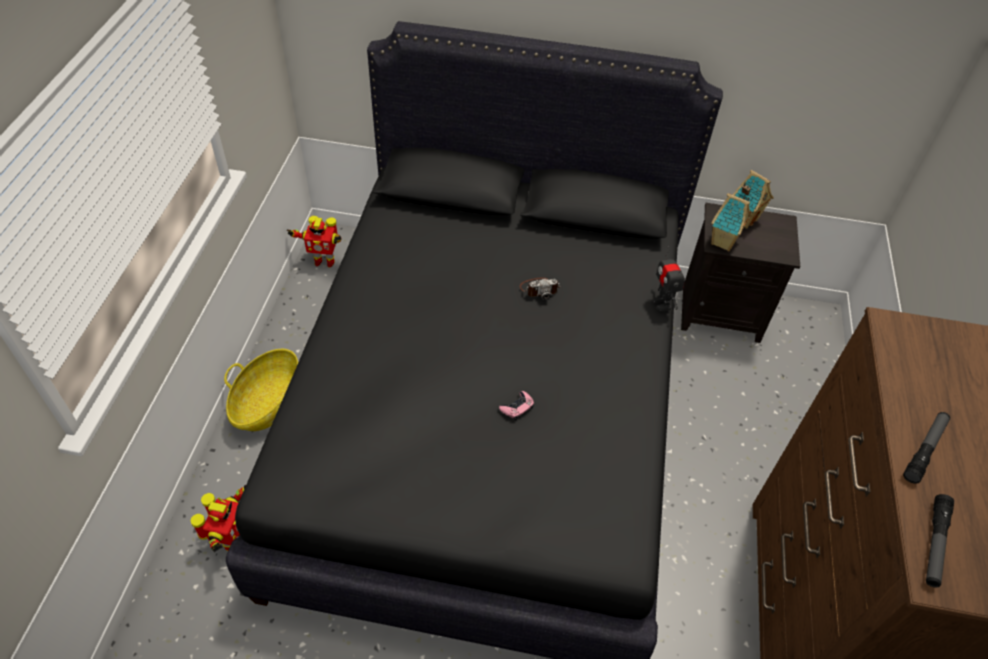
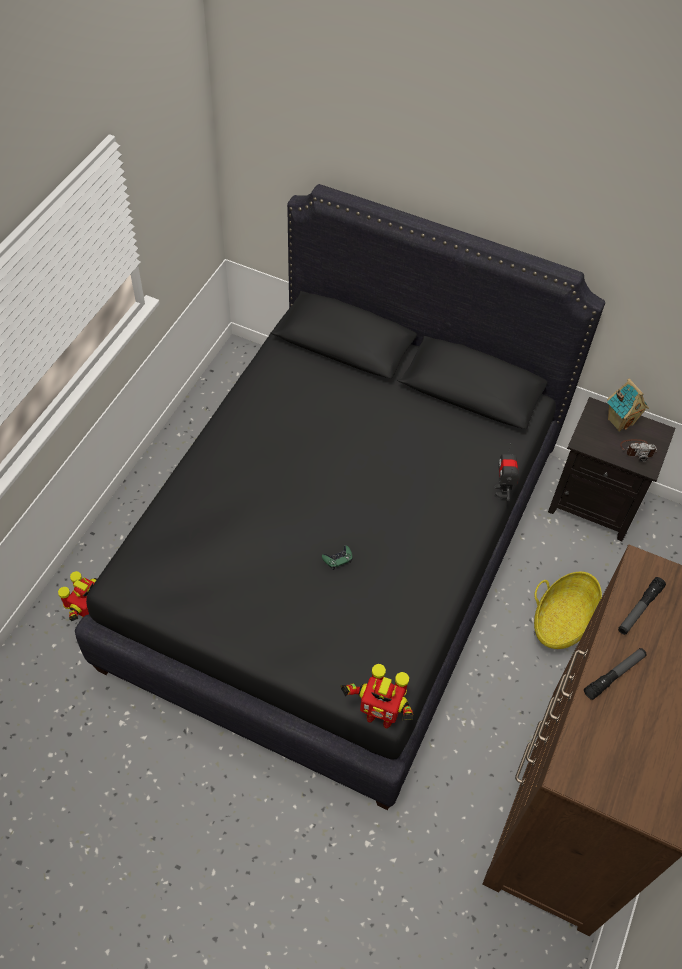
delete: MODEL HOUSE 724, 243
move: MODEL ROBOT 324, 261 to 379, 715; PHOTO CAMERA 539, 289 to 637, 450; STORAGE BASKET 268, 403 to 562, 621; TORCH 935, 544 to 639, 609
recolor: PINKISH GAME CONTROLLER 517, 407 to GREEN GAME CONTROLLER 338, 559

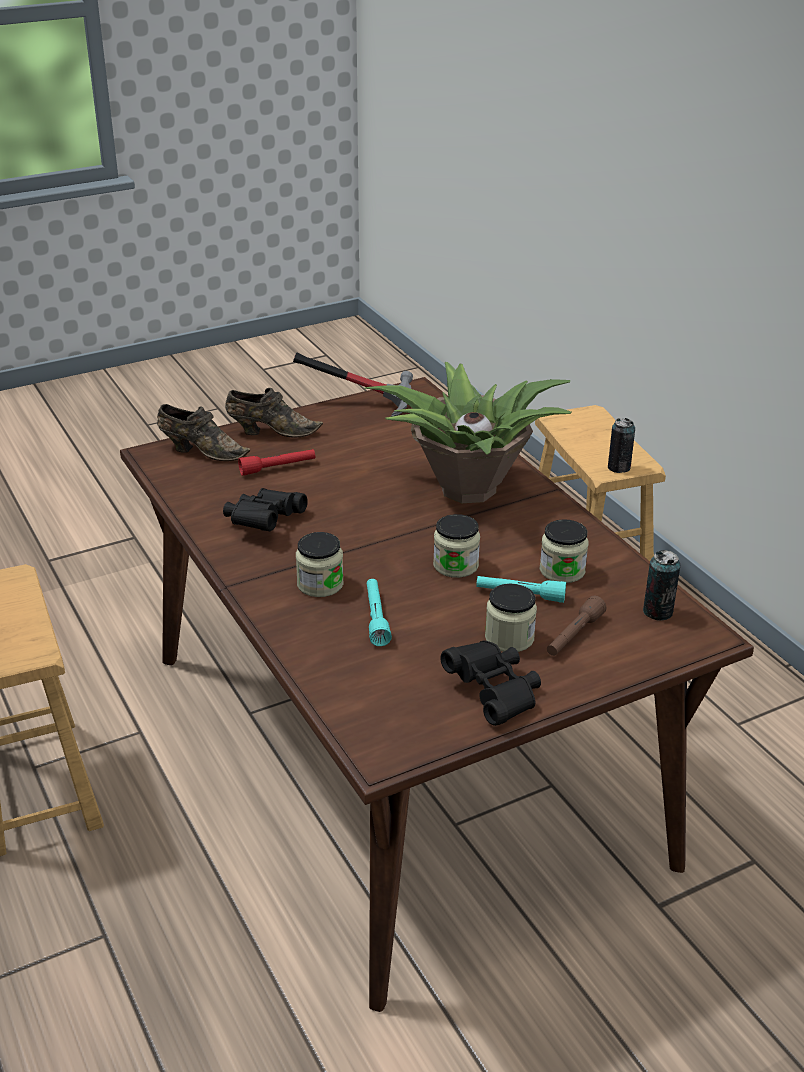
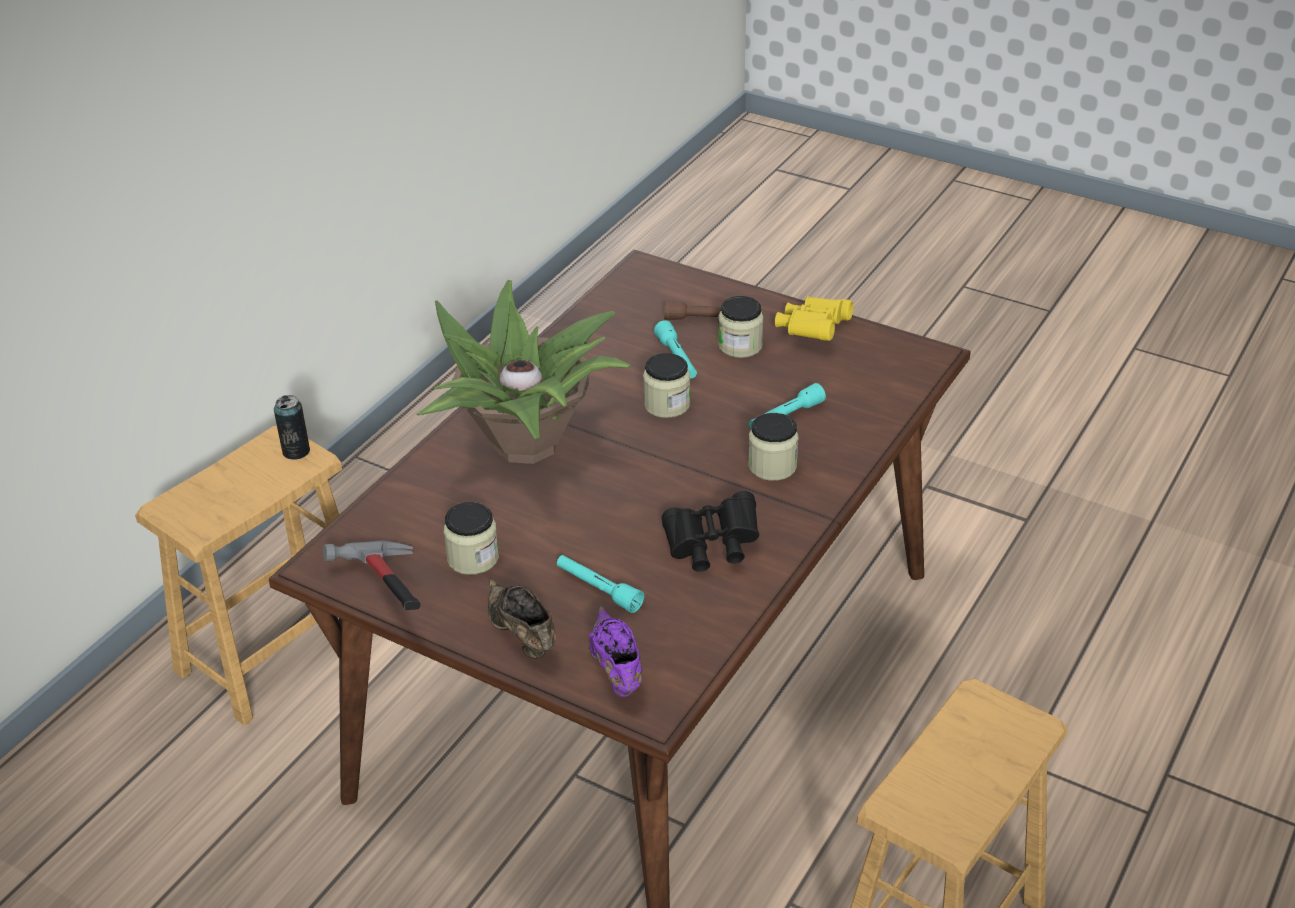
delete: SEALED CAN 657, 612
move: JAR 562, 570 to 473, 558
recolor: BROWNISH SHOE 201, 451 to PURPLISH SHOE 615, 670; RED TORCH 277, 468 to BLUE-GREEN TORCH 598, 589; BLACK-COLOURED FIELD GLASSES 494, 694 to YELLOWISH FIELD GLASSES 812, 331

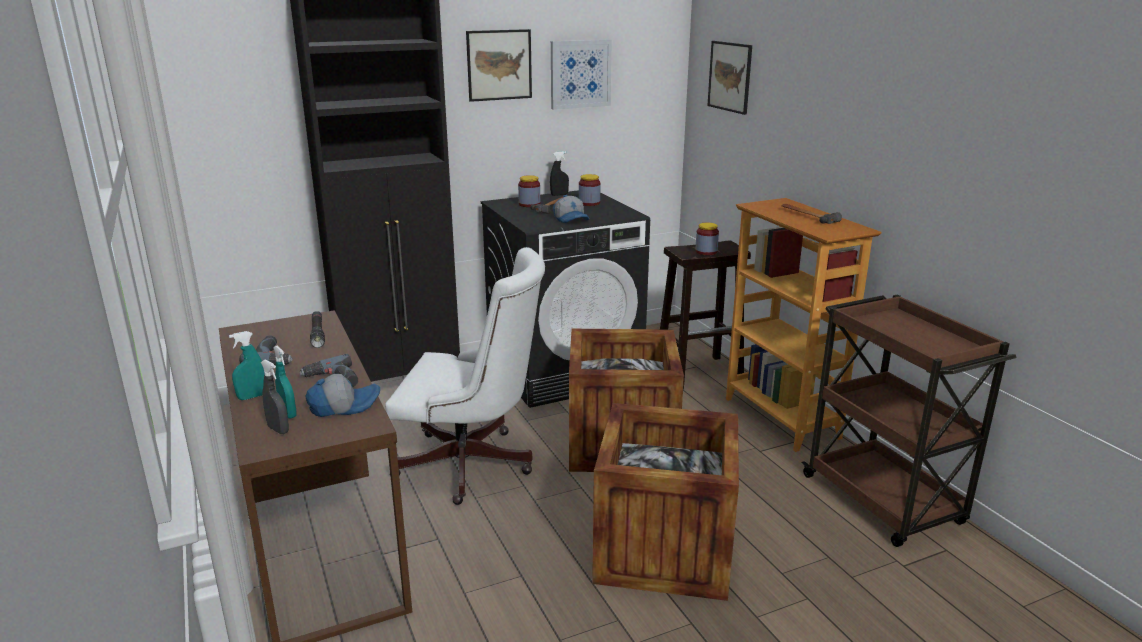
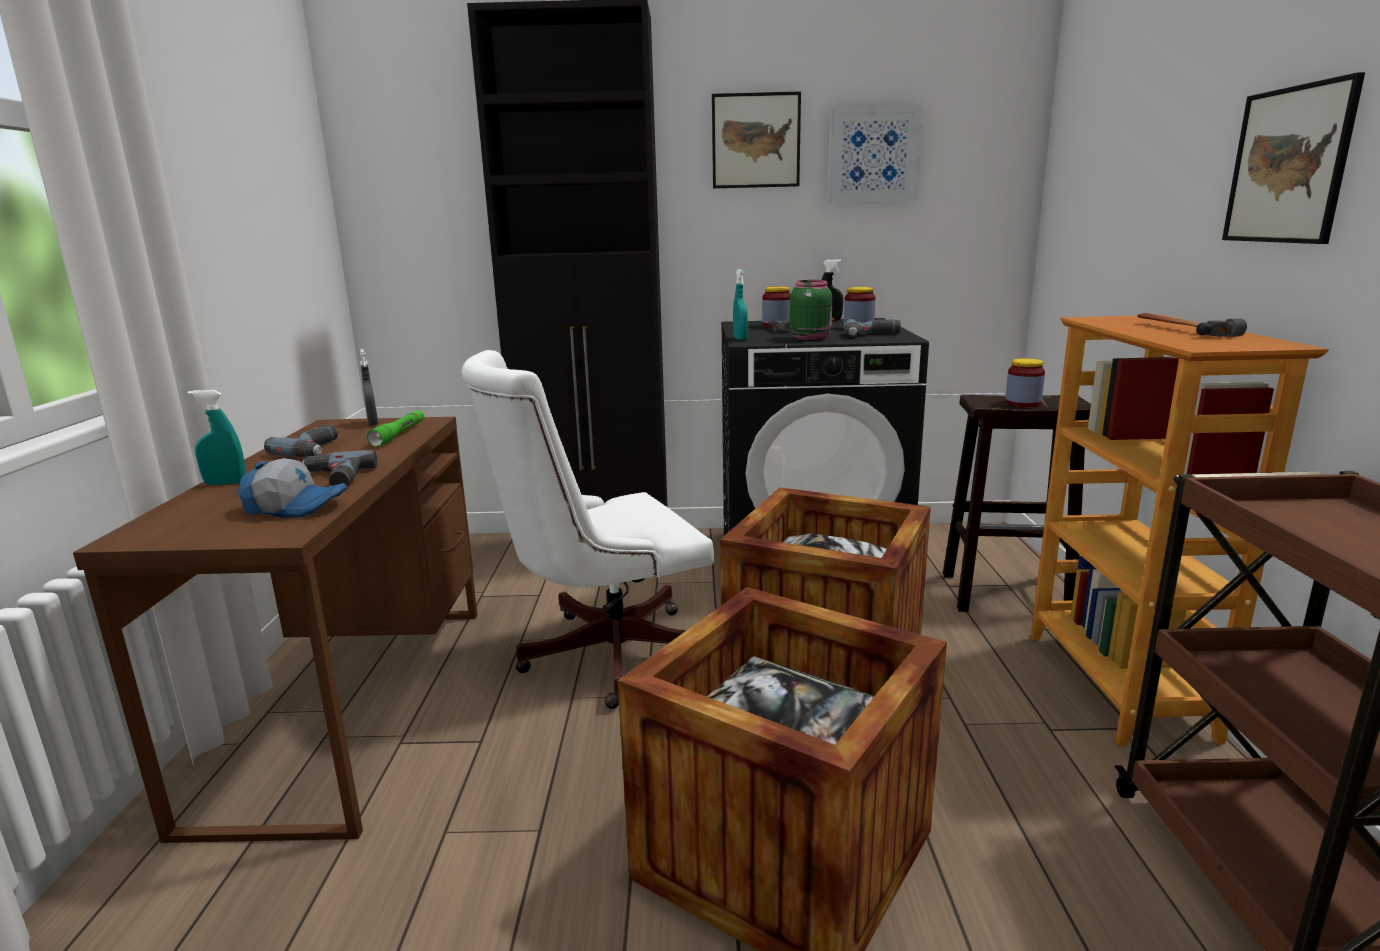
insert: ELECTRIC DRILL 871, 335
move: WALL PICTURE 730, 76 to 1288, 165; BLUE-GREEN SPRAYER 288, 414 to 740, 339; GREY SPRAYER 278, 430 to 373, 423
replace: CAP 571, 219 to GREEN JAR 810, 338
recolor: BLACK-COLOURED TORCH 318, 334 to GREEN TORCH 399, 435
rotate: WHITISH DESK CHAIR 472, 466 = 602, 655 120 degrees clockwise

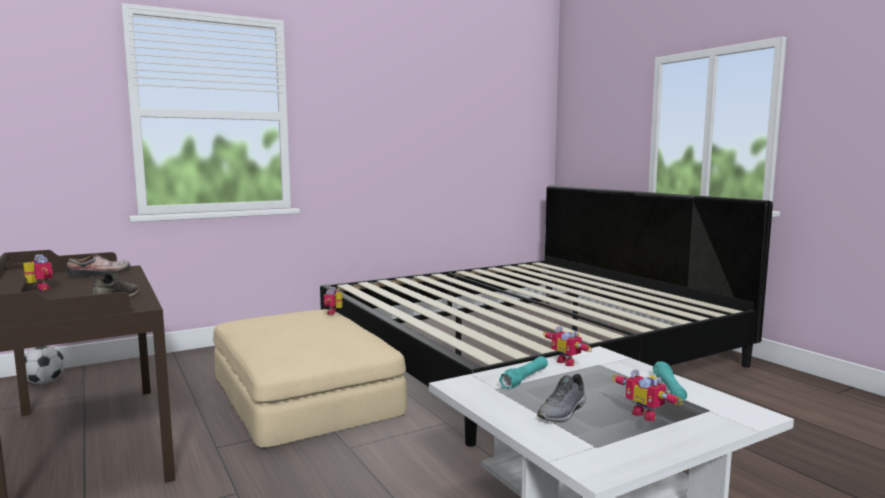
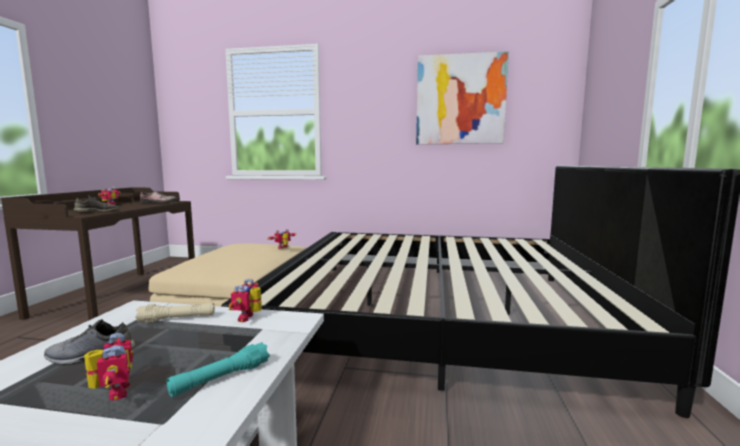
delete: BALL FOR FOOTBALL 44, 383
insert: WALL PICTURE 460, 100
recolor: BLUE-GREEN TORCH 524, 379 to SAND-COLOURED TORCH 177, 319
rotate: MODEL ROBOT 647, 414 = 112, 393 150 degrees clockwise

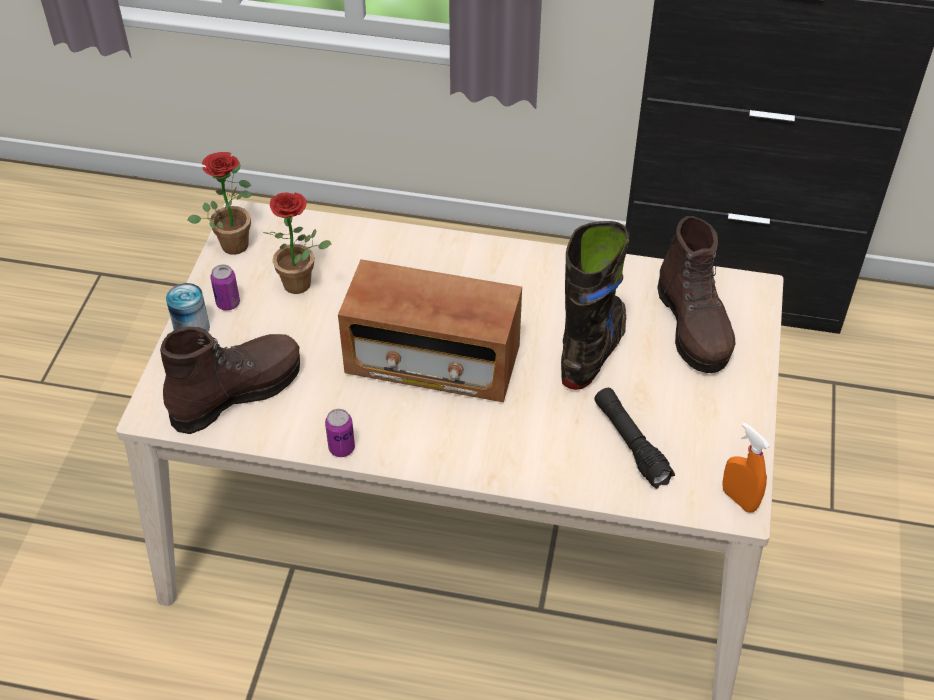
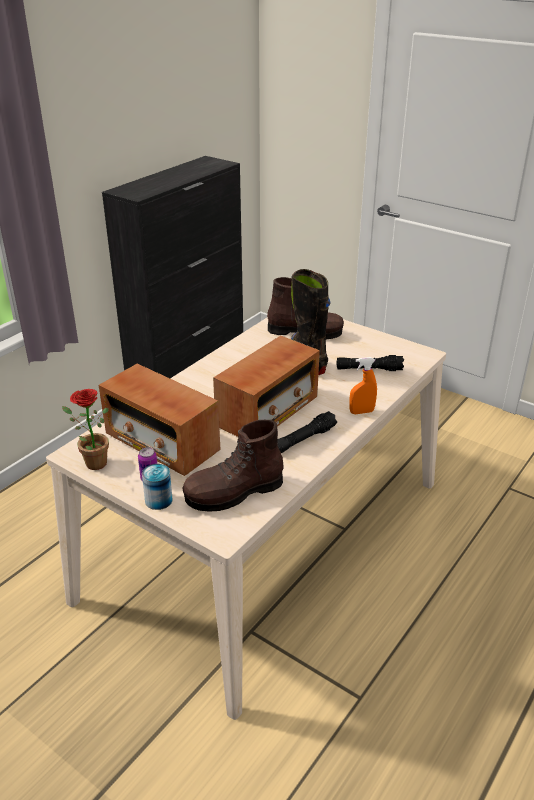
delete: SEALED CAN 341, 448
insert: BLACK-COLOURED TORCH 304, 440
move: ORANGE-COLOURED SPRAYER 739, 499 to 361, 412
replace: POTTED PLANT 303, 284 to RADIO 162, 443
rotate: BROWNISH BOOT 236, 392 = 234, 493 105 degrees counterclockwise

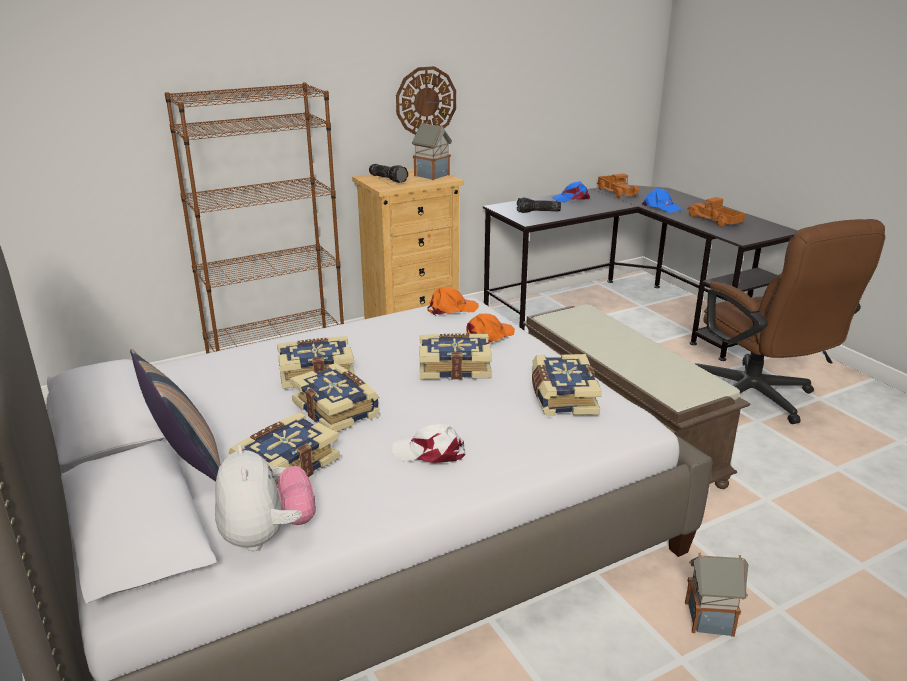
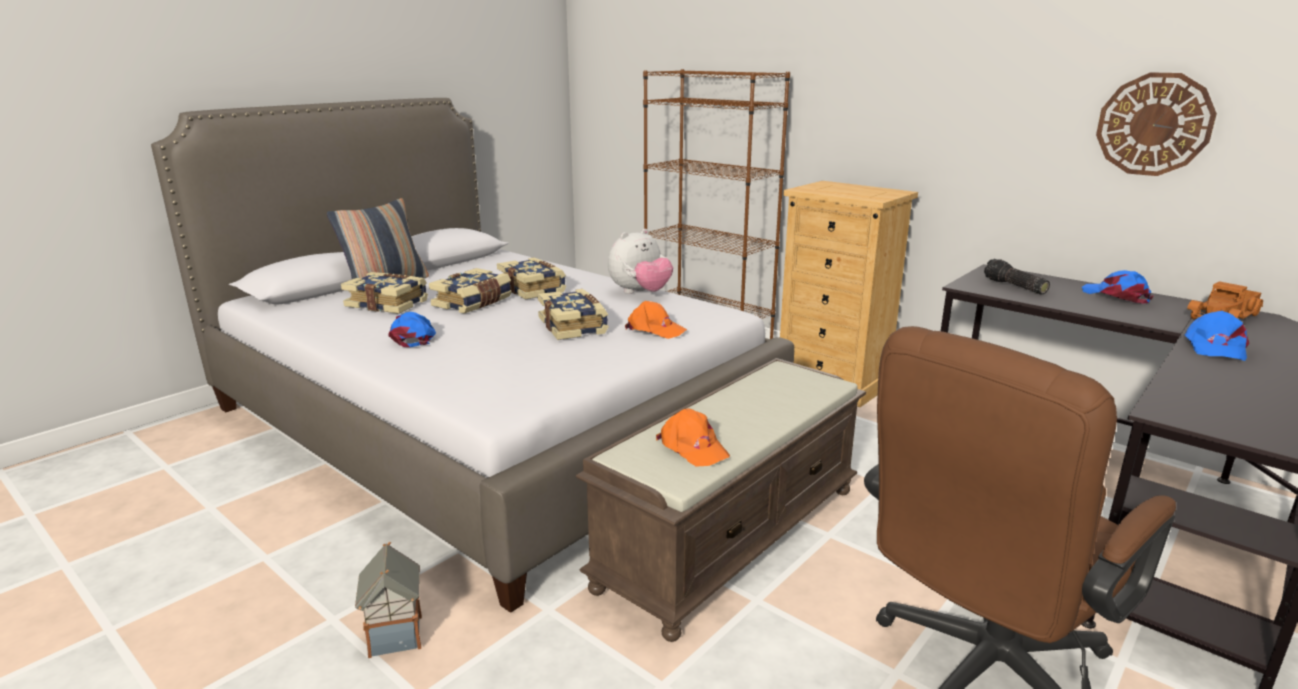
delete: MODEL HOUSE 432, 175; TORCH 388, 179; TOY LORRY 714, 220; VOLUME 562, 397
move: HANGING CLOCK 426, 101 to 1154, 124; ORANGE-COLOURED CAP 451, 309 to 692, 448; SOFT TOY 267, 535 to 640, 293
recolor: WHITISH CAP 430, 452 to BLUE-COLOURED CAP 414, 337

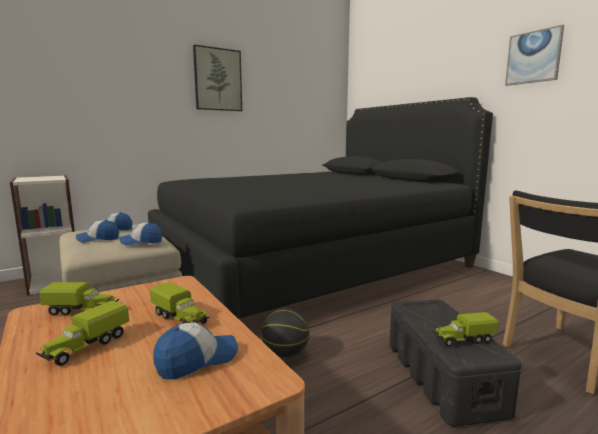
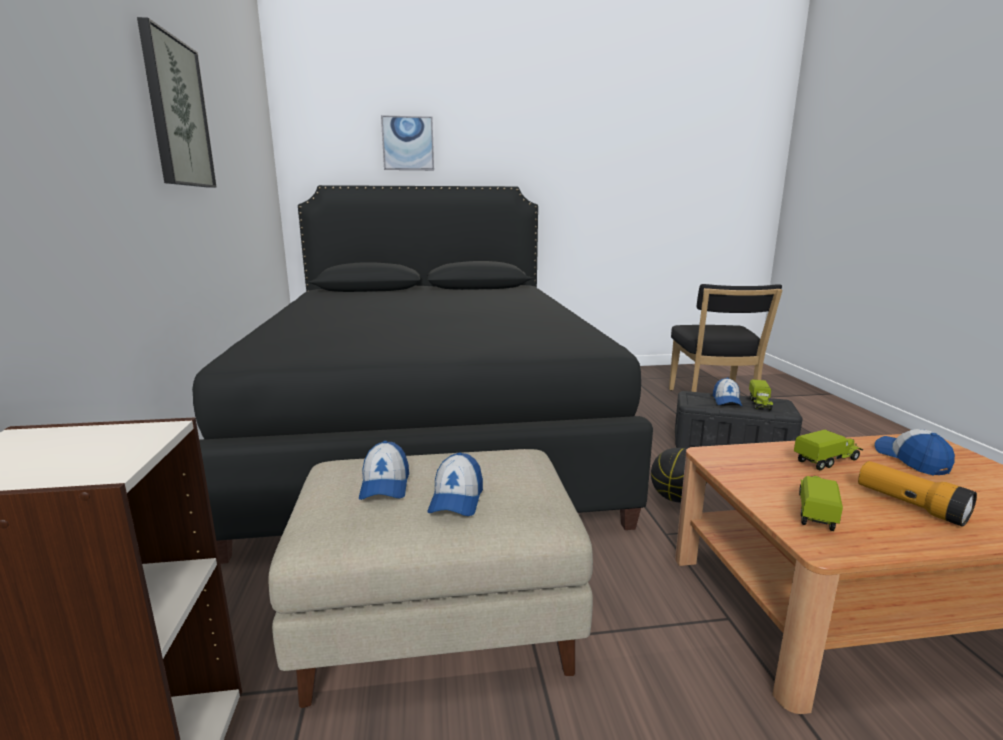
move: WALL PICTURE 533, 57 to 408, 143; CAP 142, 242 to 726, 401
replace: TOY LORRY 86, 347 to TORCH 910, 505

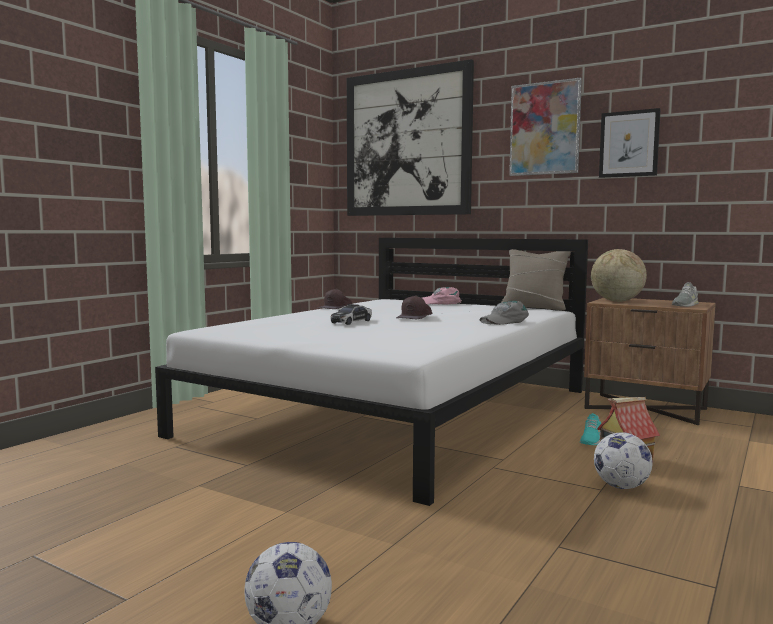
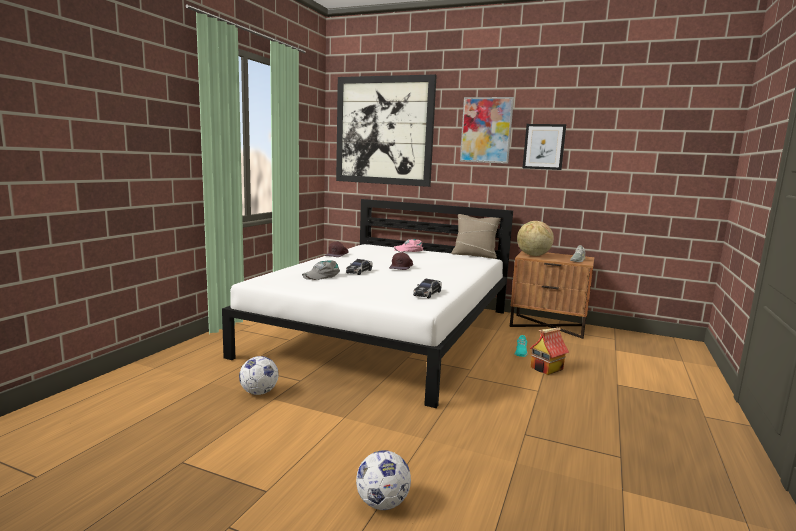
insert: MINIATURE CAR 427, 293
move: GREY CAP 504, 321 to 321, 275; BALL FOR FOOTBALL 621, 486 to 259, 392

